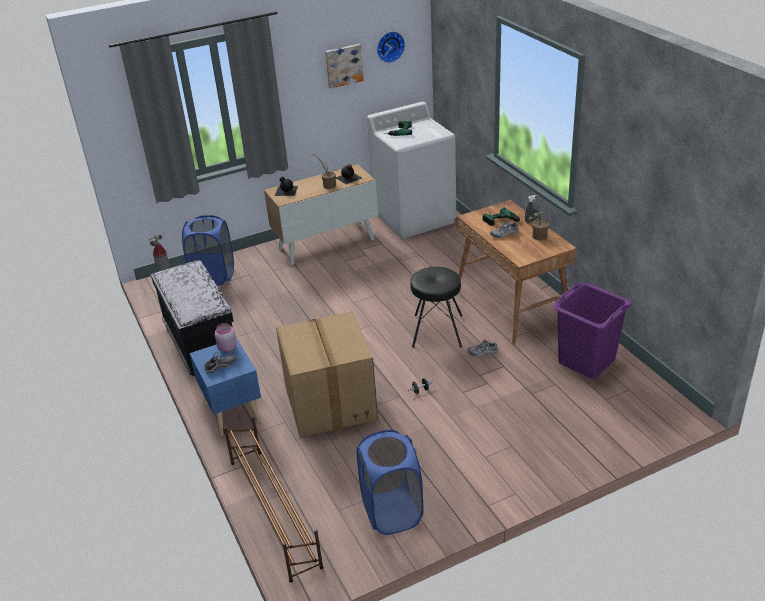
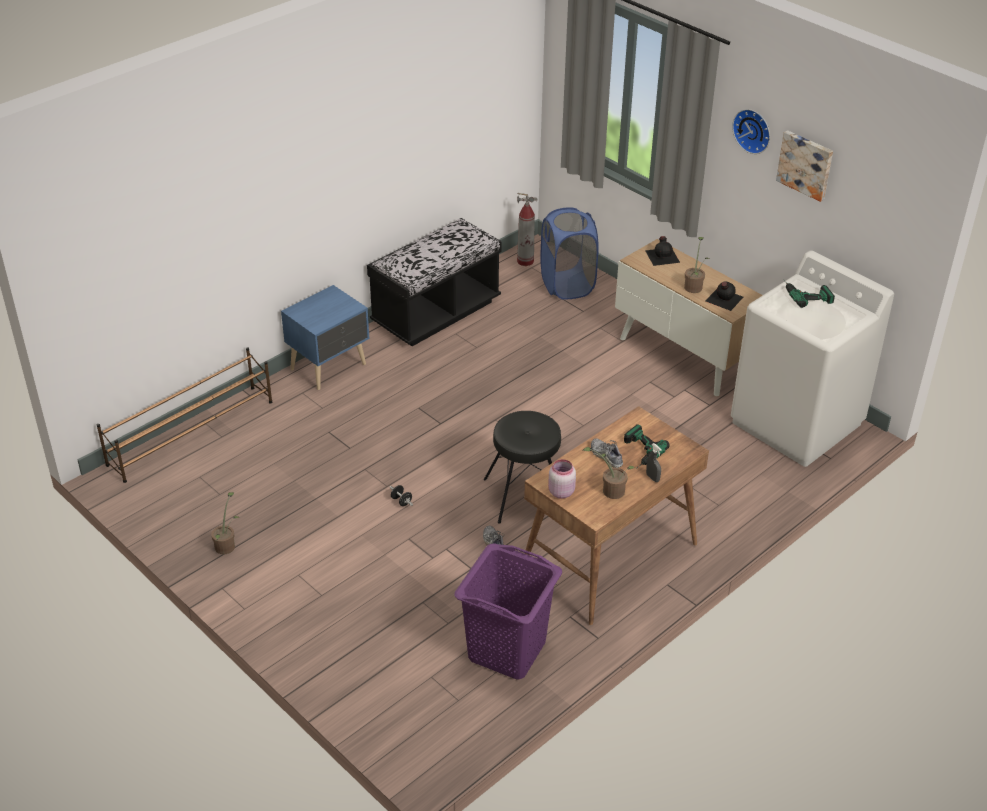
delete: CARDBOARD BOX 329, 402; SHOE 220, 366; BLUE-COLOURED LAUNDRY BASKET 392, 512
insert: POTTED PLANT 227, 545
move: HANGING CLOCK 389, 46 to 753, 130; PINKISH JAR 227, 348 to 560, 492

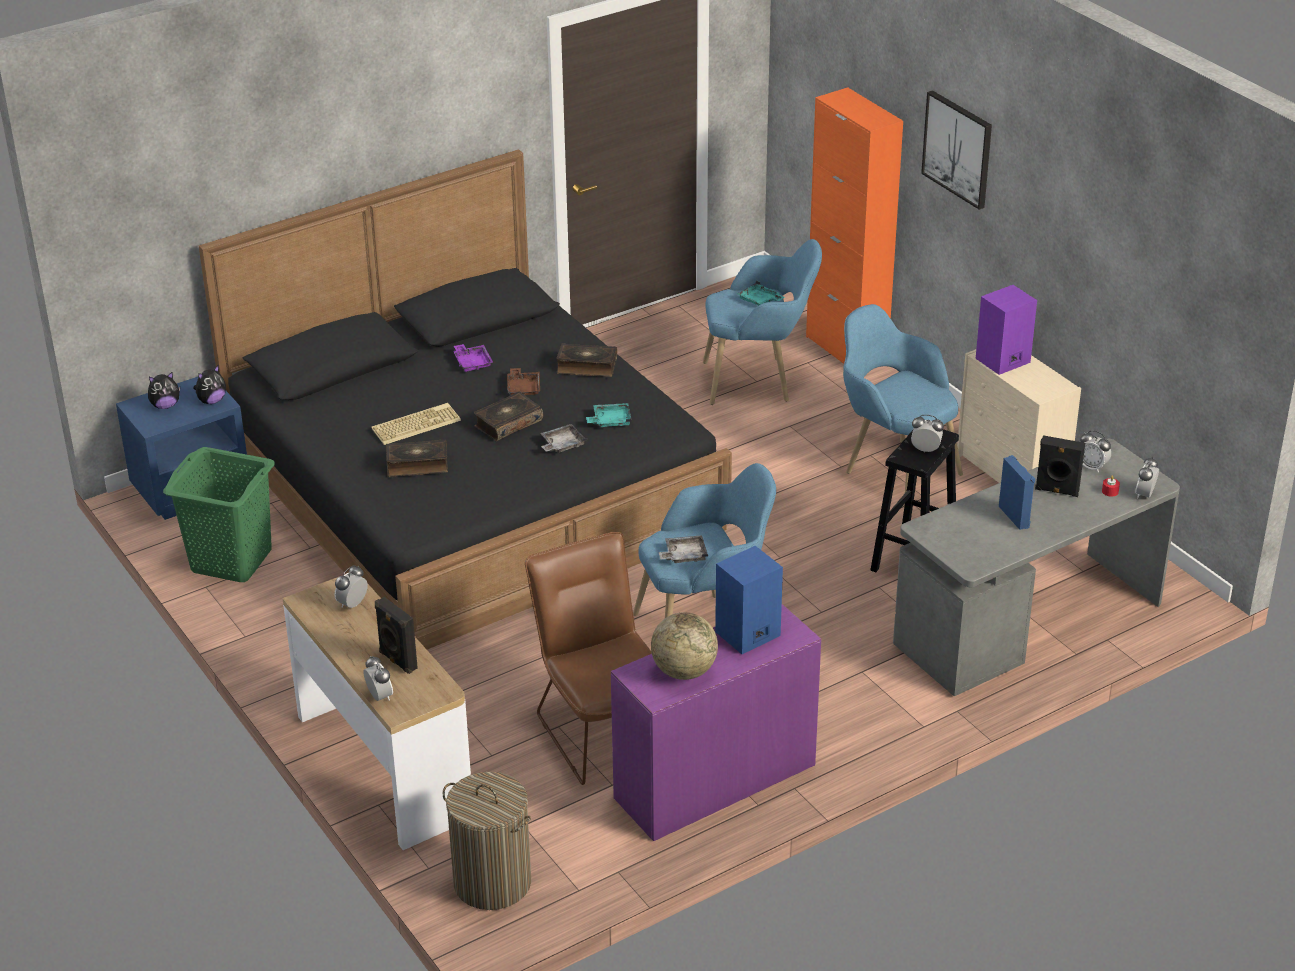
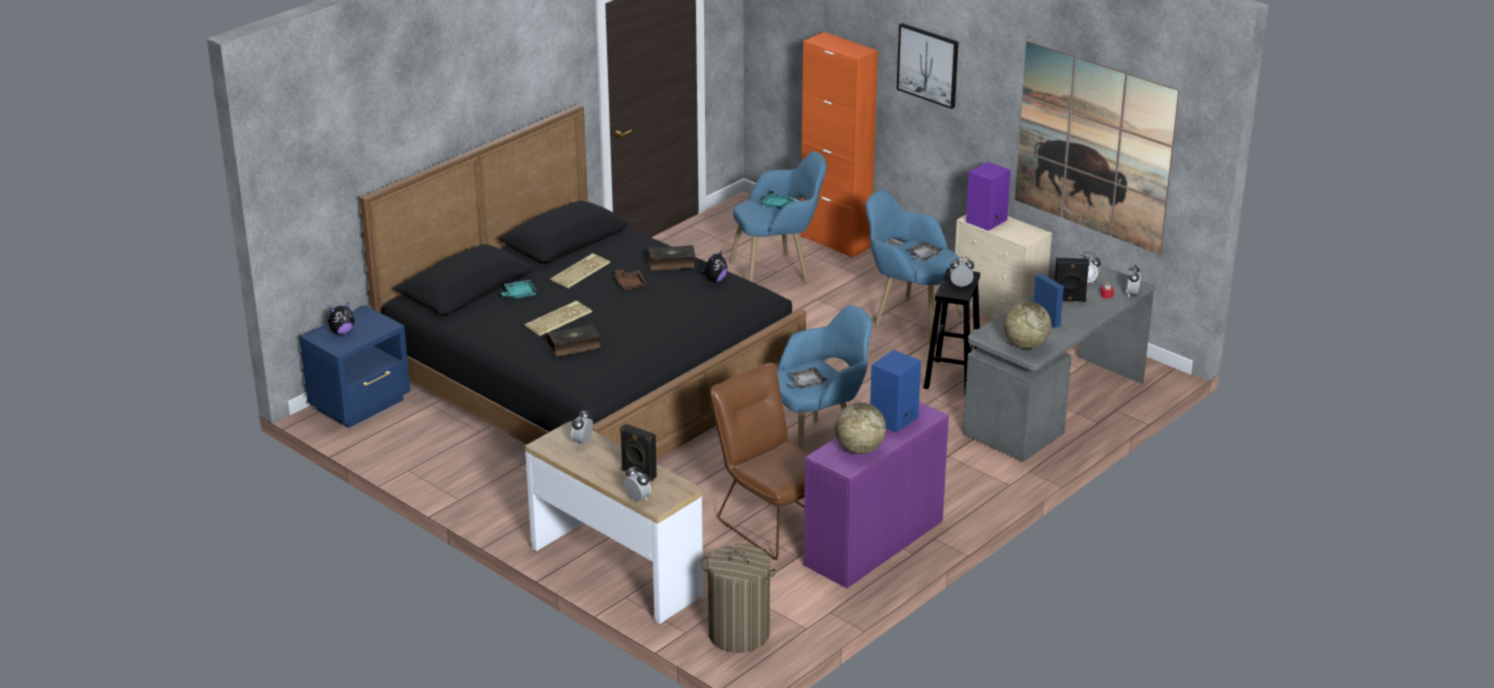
delete: VOLUME 508, 423; GREEN LAUNDRY BASKET 231, 560
insert: WALL PICTURE 1094, 146; WORLD GLOBE 1025, 345
move: SOFT TOY 211, 401 to 715, 280; BLUE-GREEN SERVING TRAY 610, 421 to 519, 294; GREY SERVING TRAY 562, 445 to 923, 256
replace: PURPLISH SERVING TRAY 472, 362 to COMPUTER KEYBOARD 580, 271

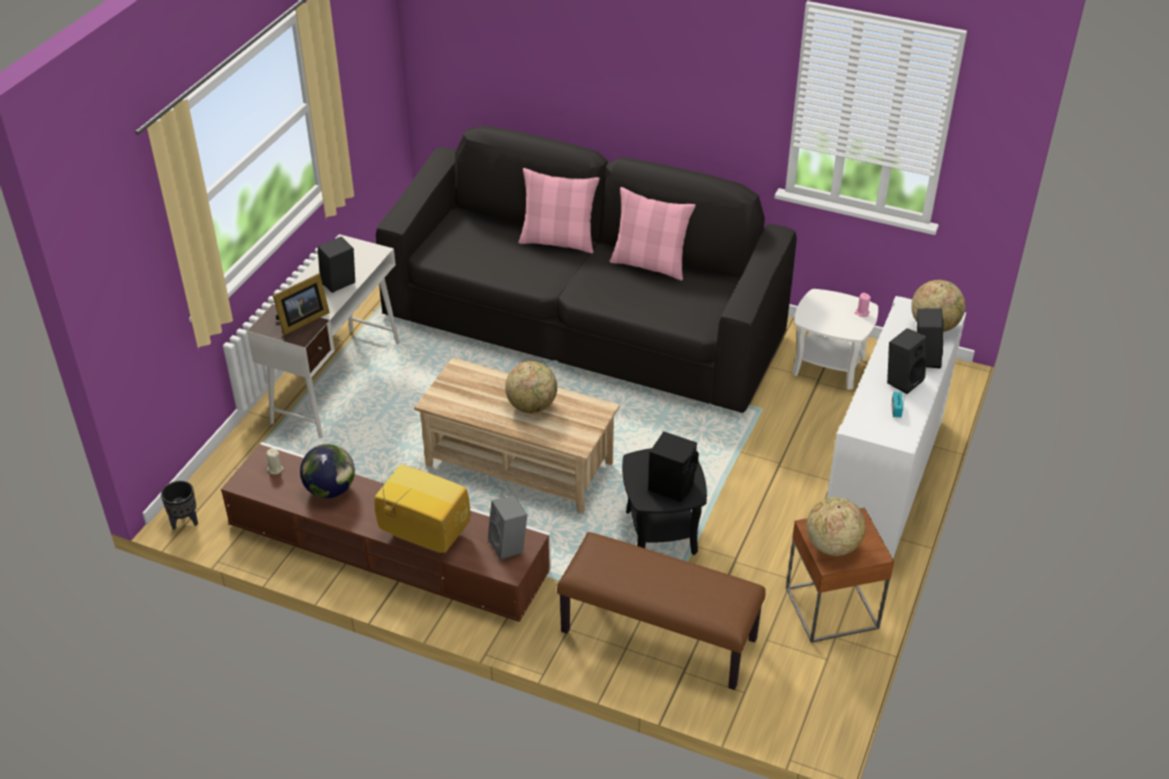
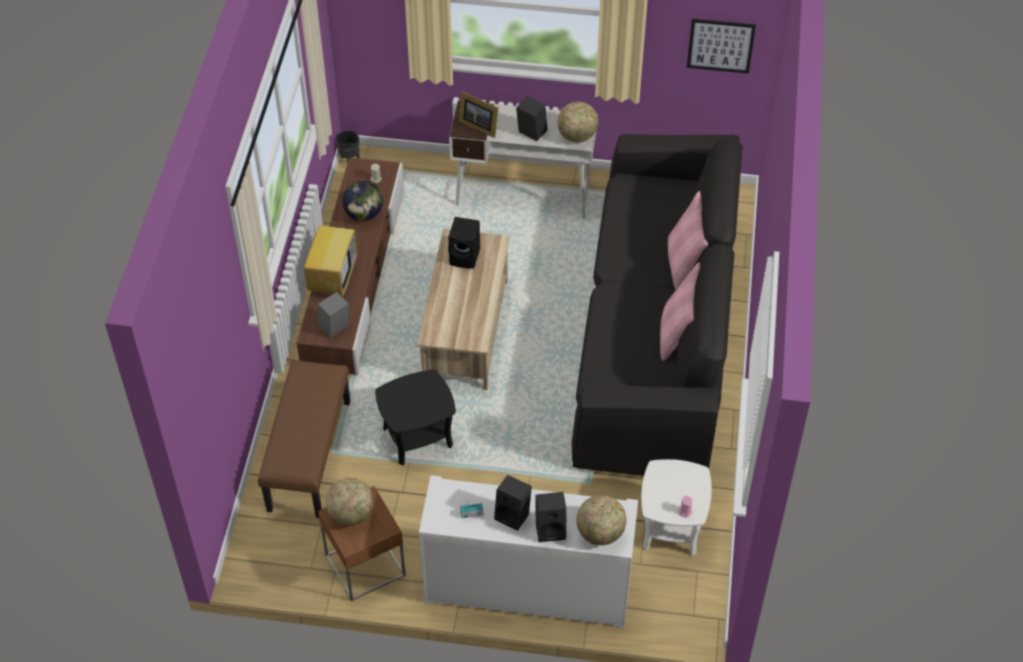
insert: WALL PICTURE 720, 45
move: WORLD GLOBE 532, 406 to 577, 136; BLACK-COLOURED AUDIO SPEAKER 672, 485 to 466, 257

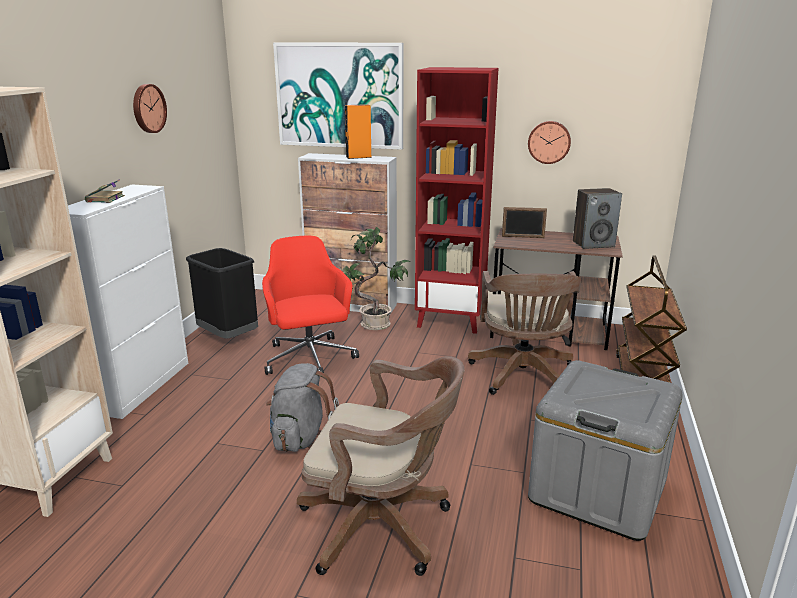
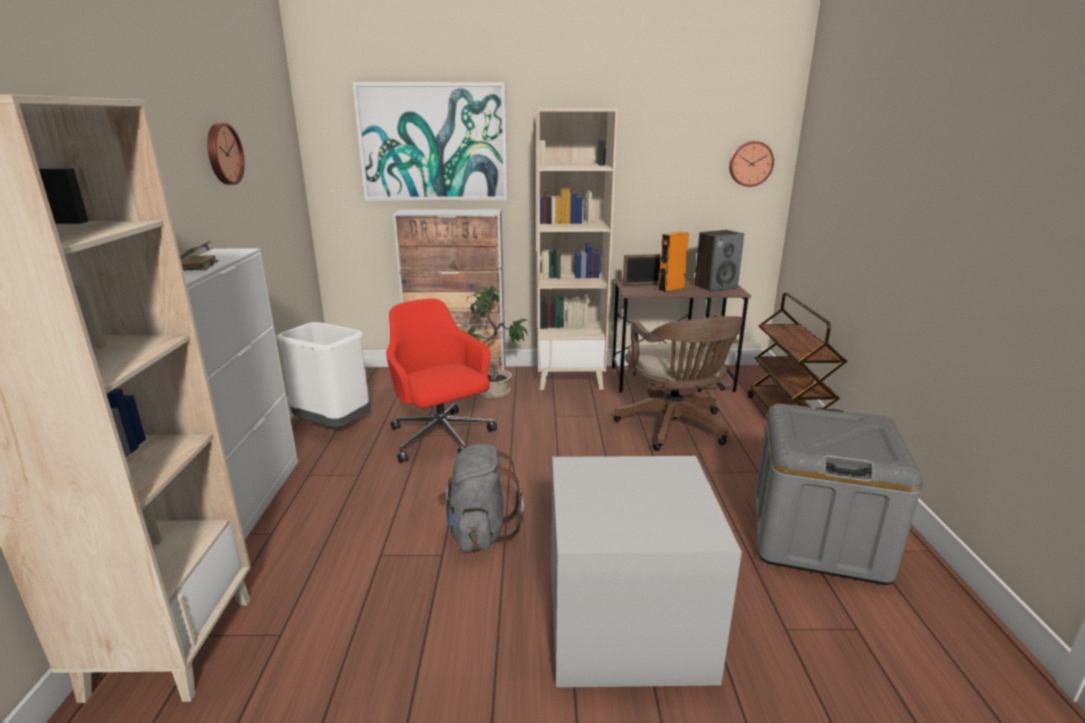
move: ORANGE-COLOURED AUDIO SPEAKER 358, 157 to 671, 289; HANGING CLOCK 549, 142 to 750, 163
replace: BROWNISH DESK CHAIR 382, 527 to GREY STORAGE CONTAINER 629, 623
recolor: RED BOOKSHELF 451, 320 to SAND-COLOURED BOOKSHELF 570, 378; BLACK-COLOURED RUBBISH BIN 228, 336 to WHITISH RUBBISH BIN 333, 424

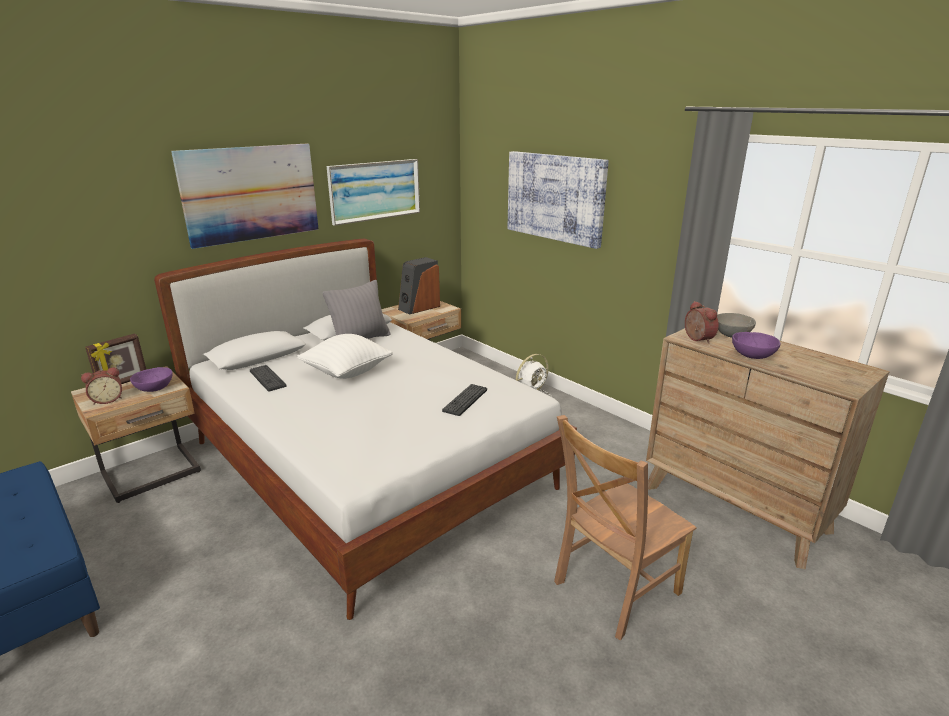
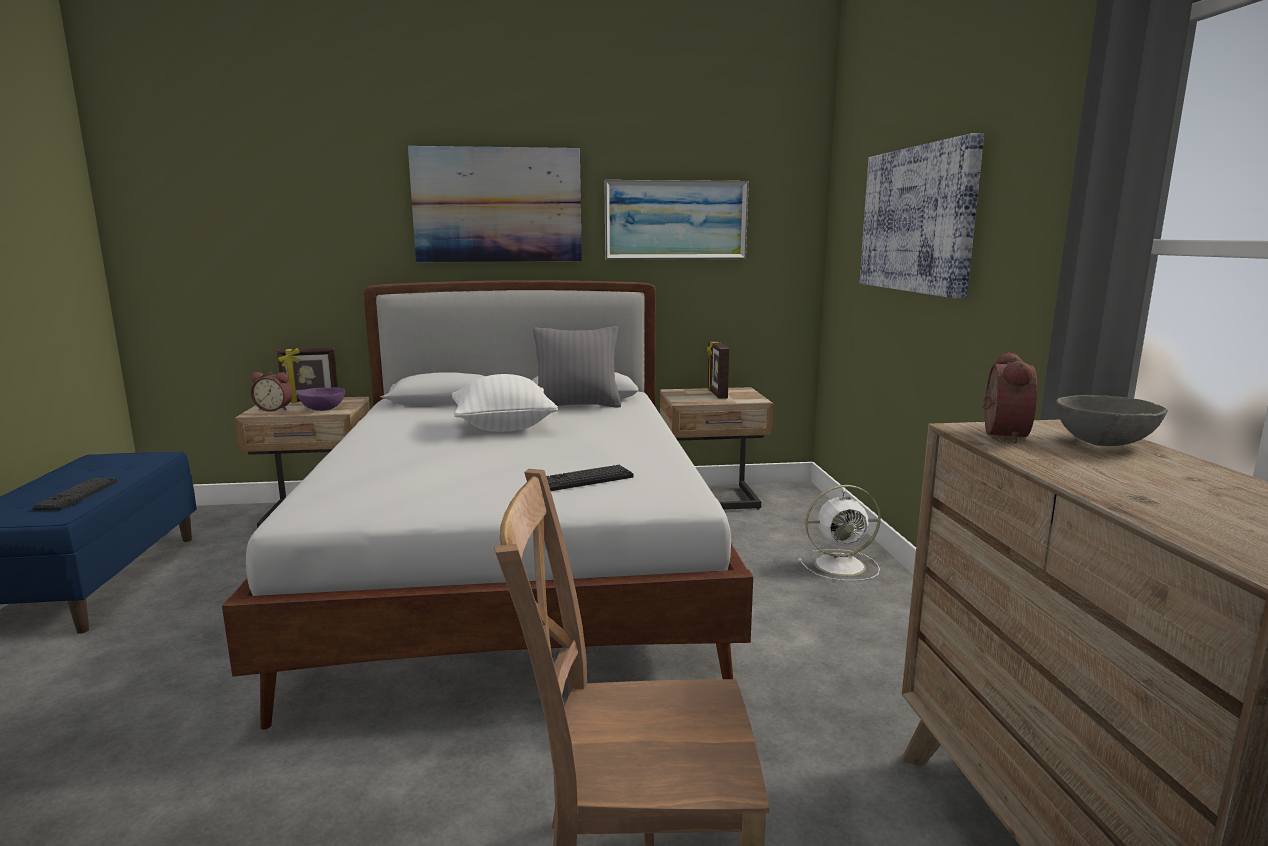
delete: PURPLISH DEEP DISH 751, 356
move: COMPUTER KEYBOARD 267, 378 to 77, 495
replace: AUDIO SPEAKER 419, 307 to STANDING FRAME 716, 394

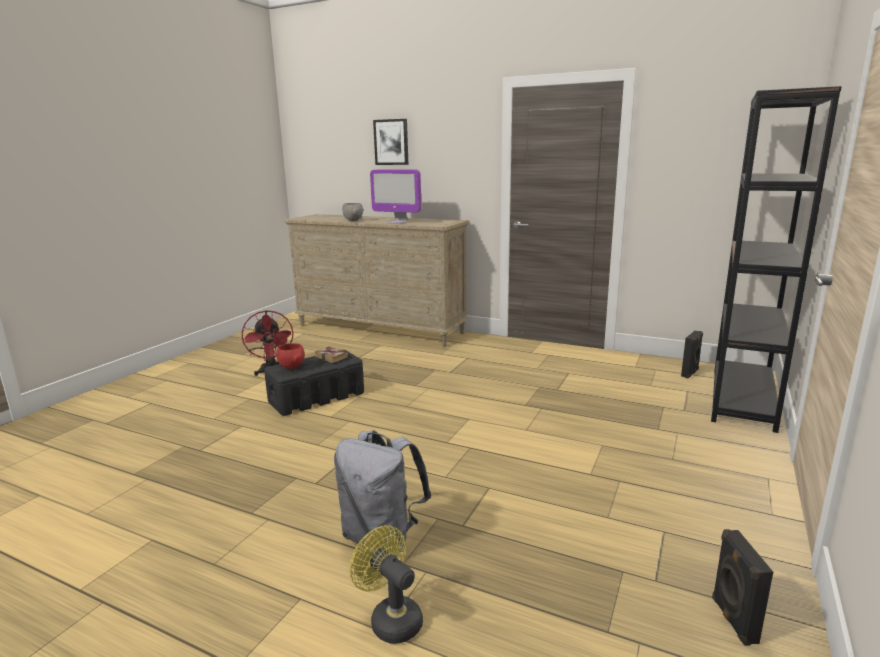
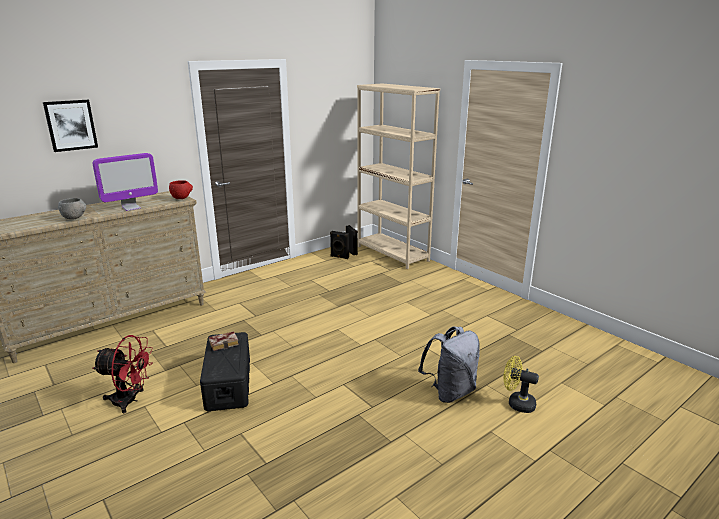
move: RED DEEP DISH 292, 368 to 181, 198; BLACK-COLOURED AUDIO SPEAKER 732, 620 to 339, 257
recolor: BLACK-COLOURED BOOKSHELF 742, 399 to SAND-COLOURED BOOKSHELF 392, 253
rotate: YELLOWISH FAN 390, 618 = 517, 403 45 degrees clockwise

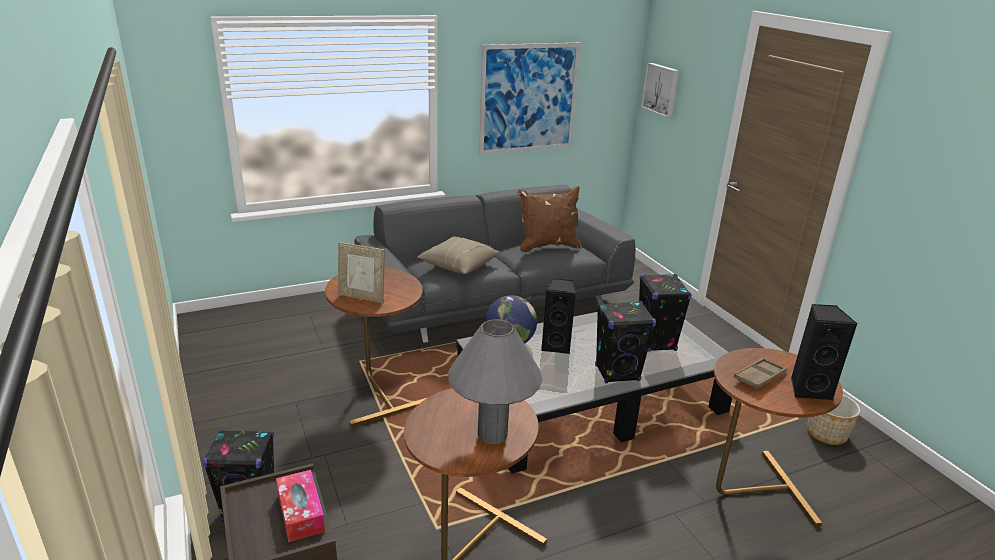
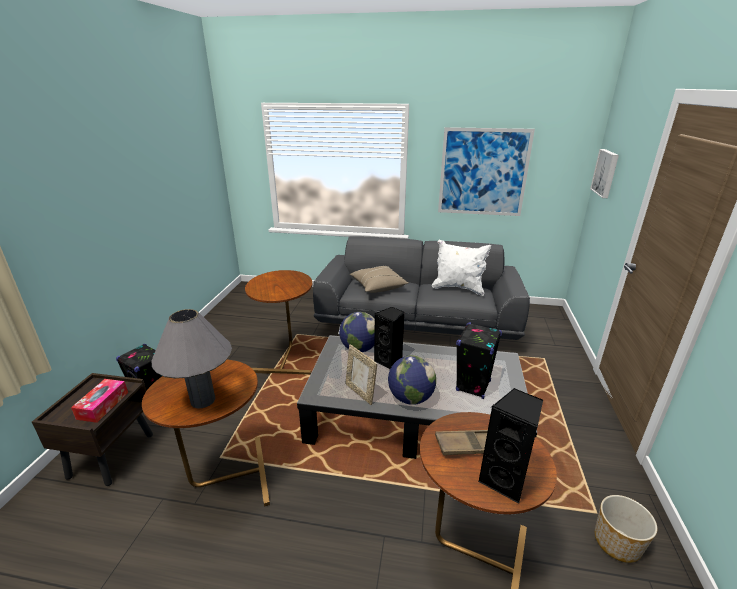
move: STANDING FRAME 362, 297 to 360, 393
replace: BLACK-COLOURED AUDIO SPEAKER 617, 373 to WORLD GLOBE 410, 398
recolor: BROWNISH THROW PILLOW 547, 246 to WHITISH THROW PILLOW 458, 288

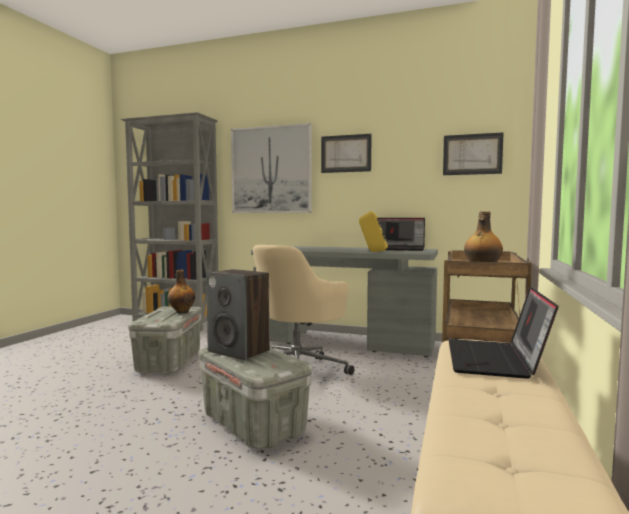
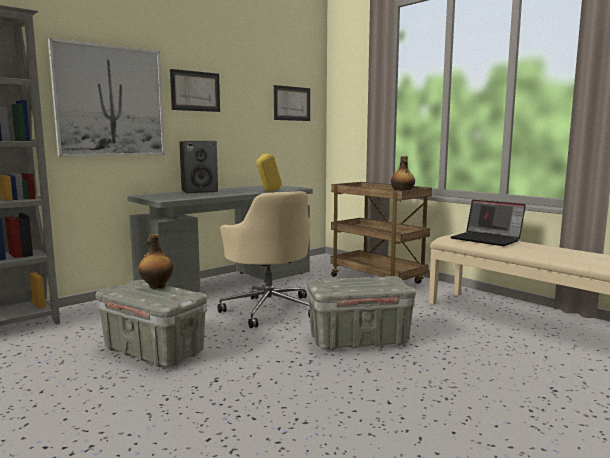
delete: NOTEBOOK COMPUTER 400, 249
move: AUDIO SPEAKER 239, 351 to 199, 191

